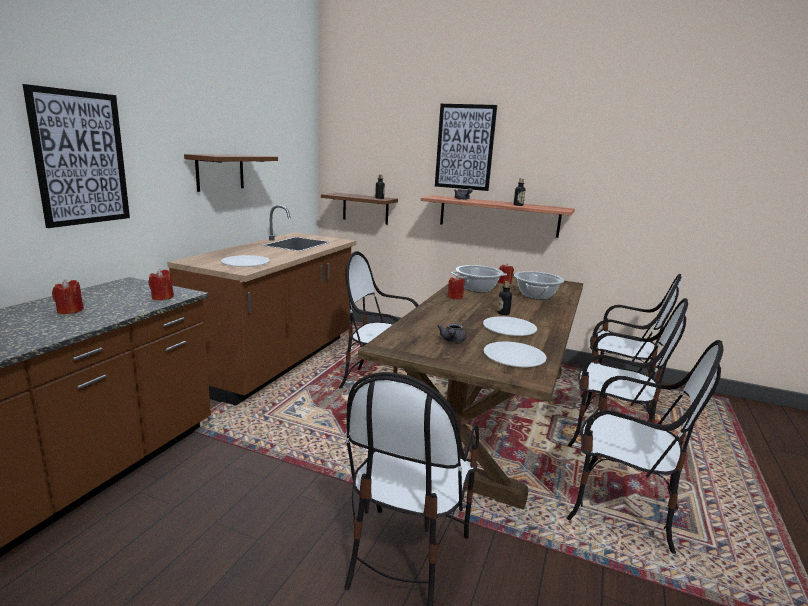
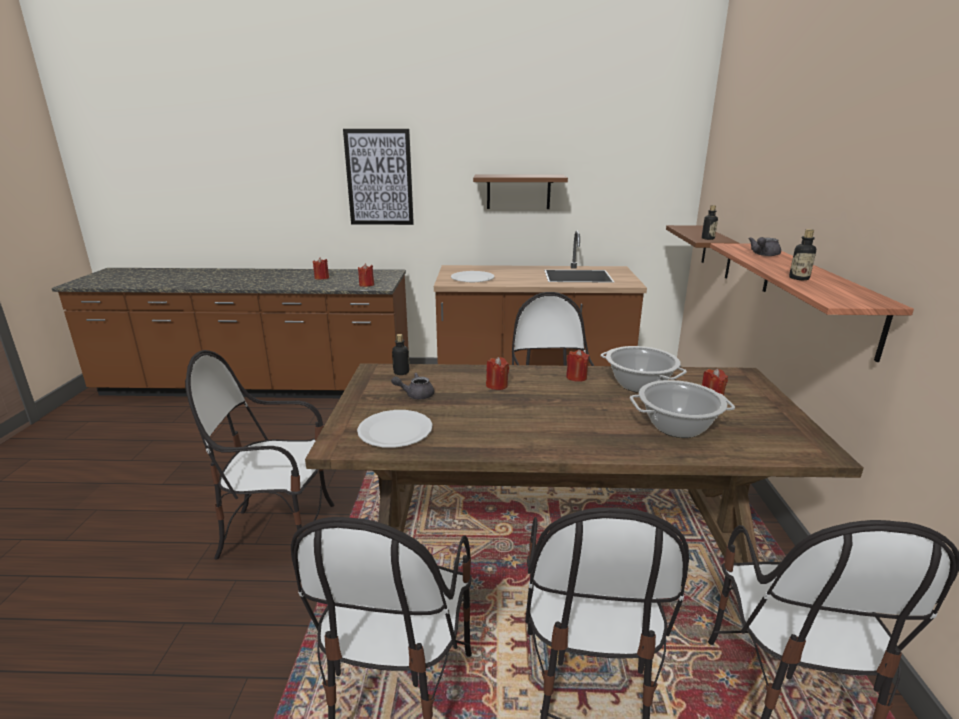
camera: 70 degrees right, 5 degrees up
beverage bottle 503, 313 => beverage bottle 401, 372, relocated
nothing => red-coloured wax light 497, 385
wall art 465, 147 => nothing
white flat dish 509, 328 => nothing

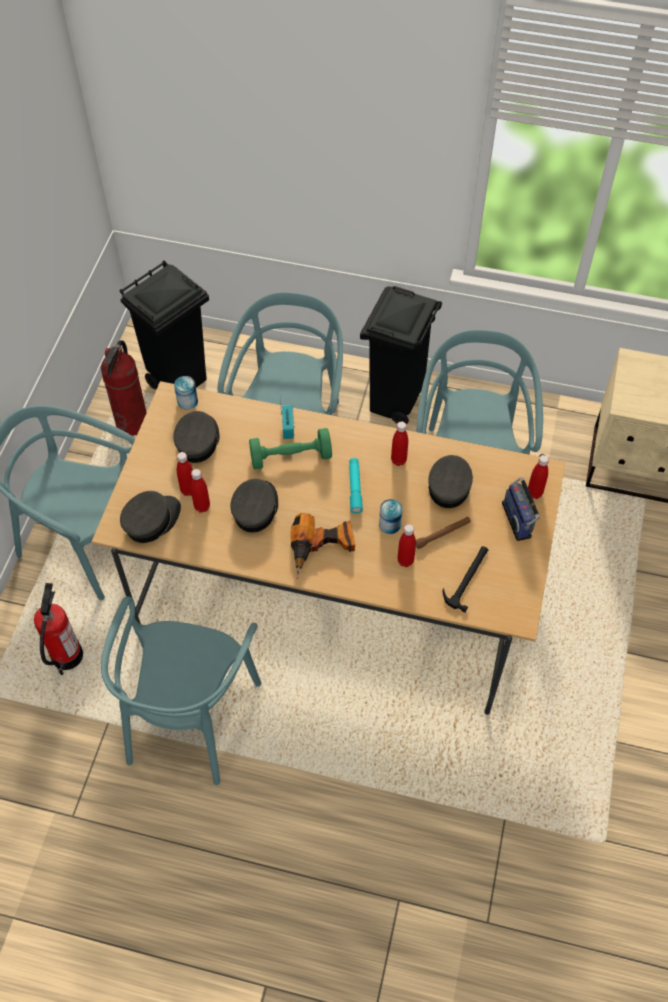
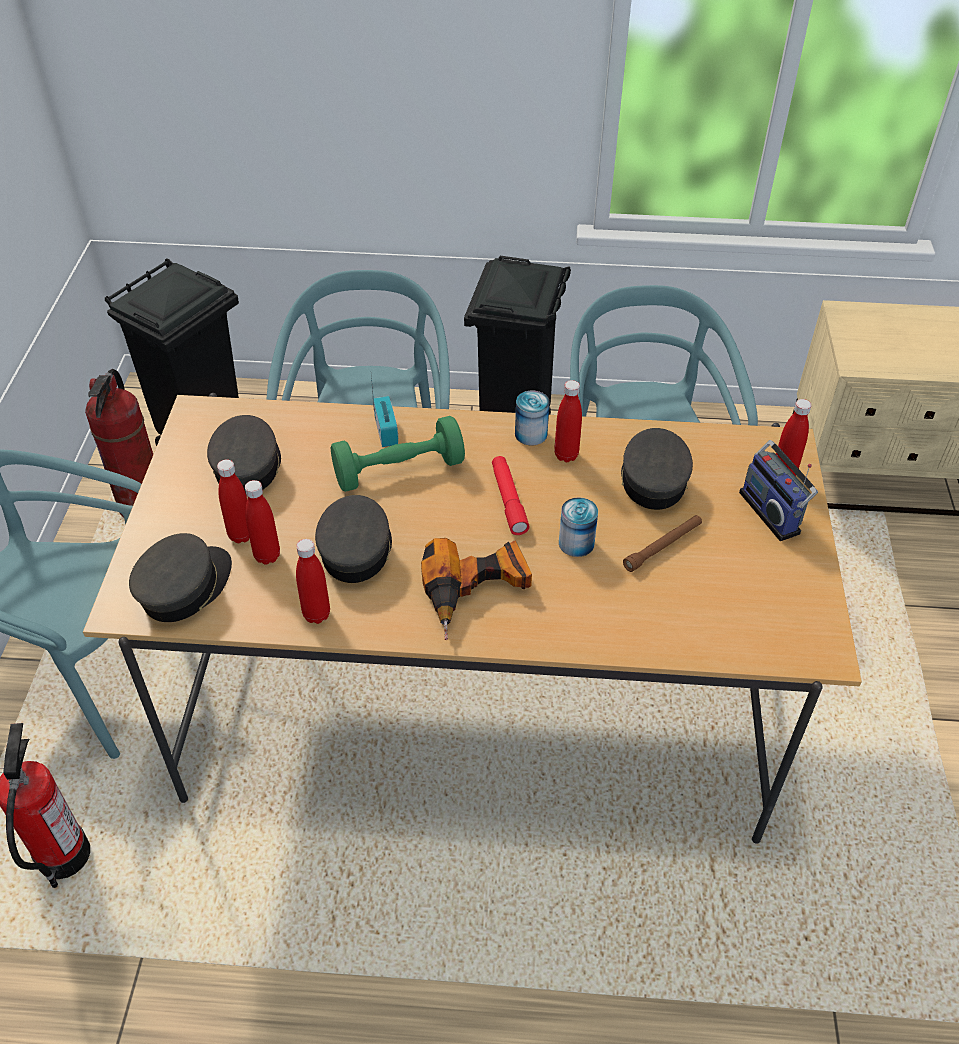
camera: 10 degrees left, 10 degrees down
red-coloured beverage bottle 405, 561 => red-coloured beverage bottle 316, 614, relocated
turquoise-coloured torch 355, 488 => red-coloured torch 508, 500
metal can 187, 401 => metal can 531, 434, relocated
turquoise-coloured chair 190, 718 => nothing
hammer 467, 577 => nothing

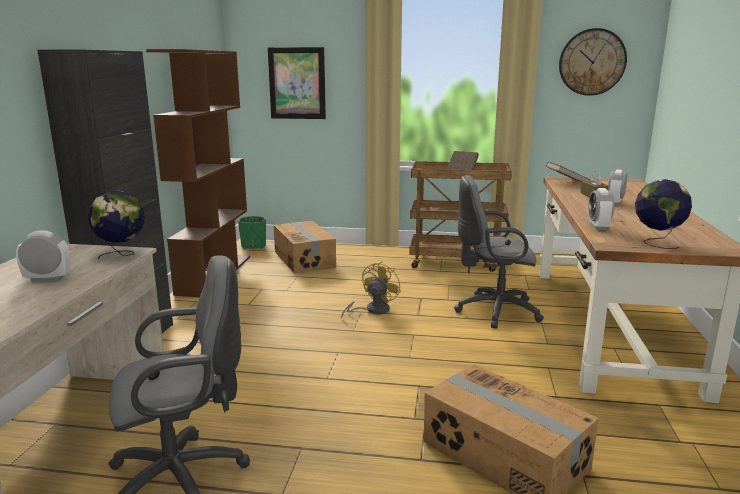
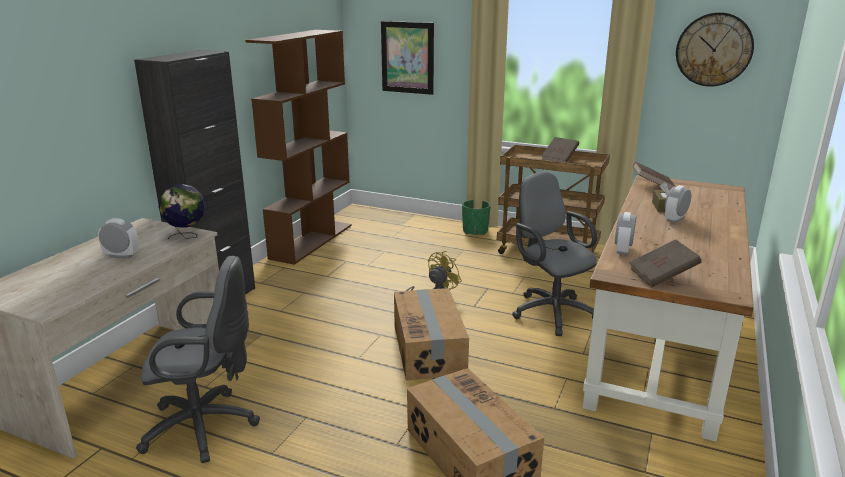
camera: 15 degrees right, 5 degrees up
packing box 305, 259 => packing box 429, 349, relocated
greenish planter 253, 246 => greenish planter 475, 231, relocated
grey computer chair 493, 311 => grey computer chair 550, 311, 45 degrees clockwise
world globe 657, 242 => brown-coloured volume 662, 276

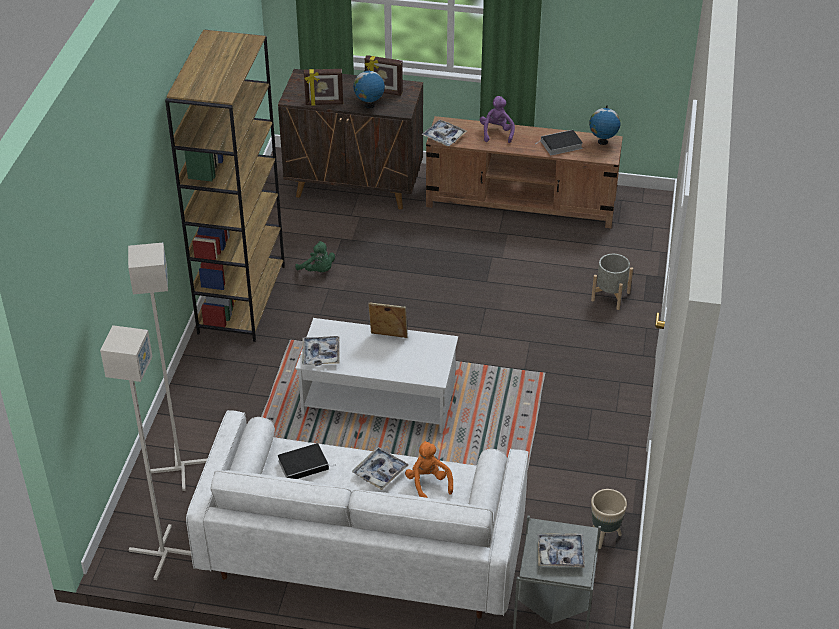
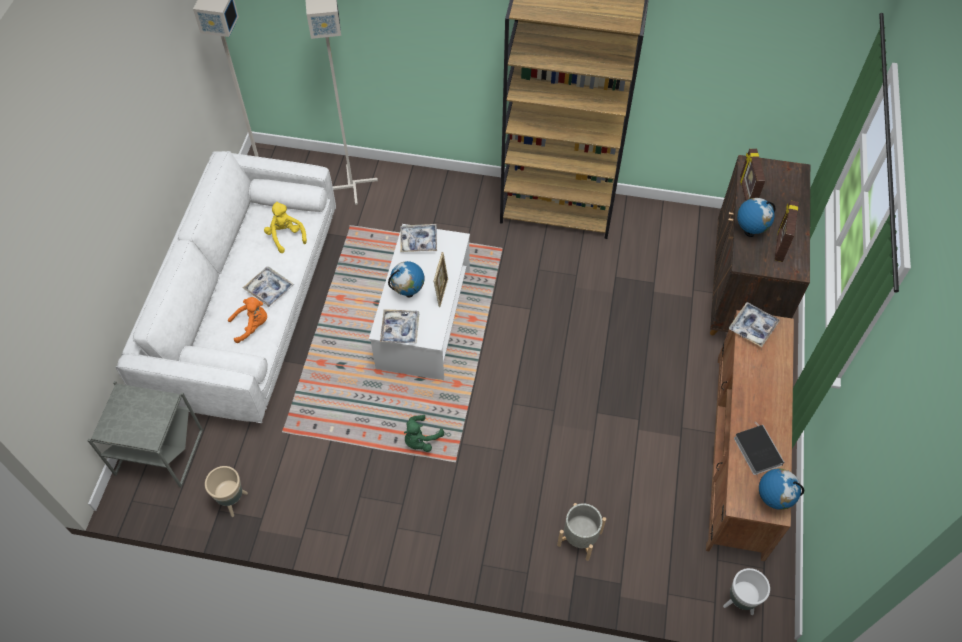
camera: 90 degrees right, 15 degrees up
volume 304, 464 => yellow-coloured cuddly toy 286, 236
carrying tray 560, 554 => carrying tray 400, 329, relocated
nothing => world globe 408, 293
greenish cuddly toy 318, 270 => greenish cuddly toy 420, 440, relocated
nothing => white planter 739, 603
purple-coloured cuddly toy 496, 133 => nothing

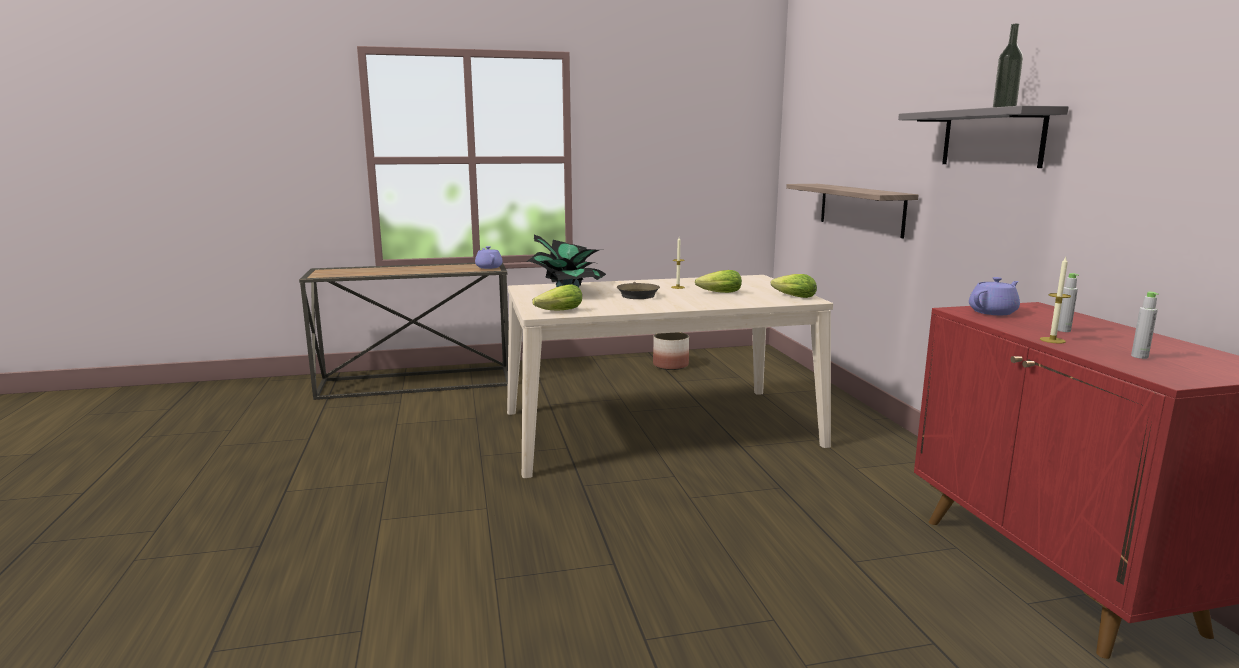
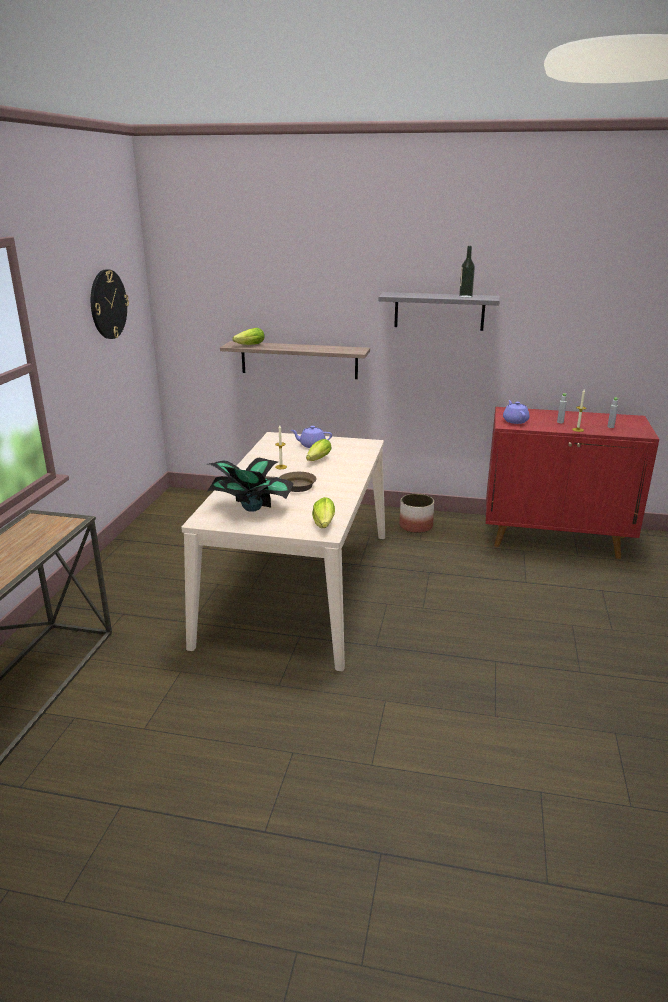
camera: 65 degrees left, 10 degrees up
nothing => wall clock 108, 304
lettuce 792, 296 => lettuce 248, 345, relocated
purple-coloured teapot 488, 267 => purple-coloured teapot 311, 445, relocated
planter 671, 365 => planter 415, 526, relocated

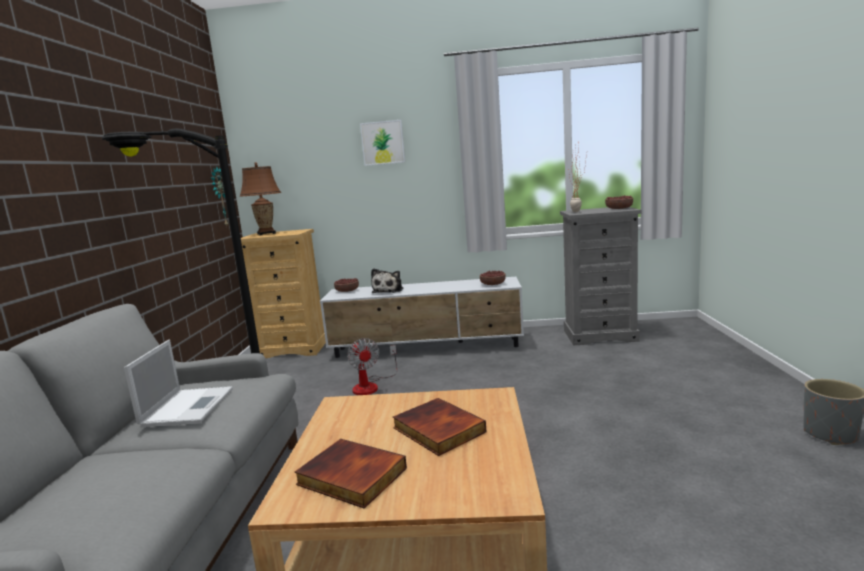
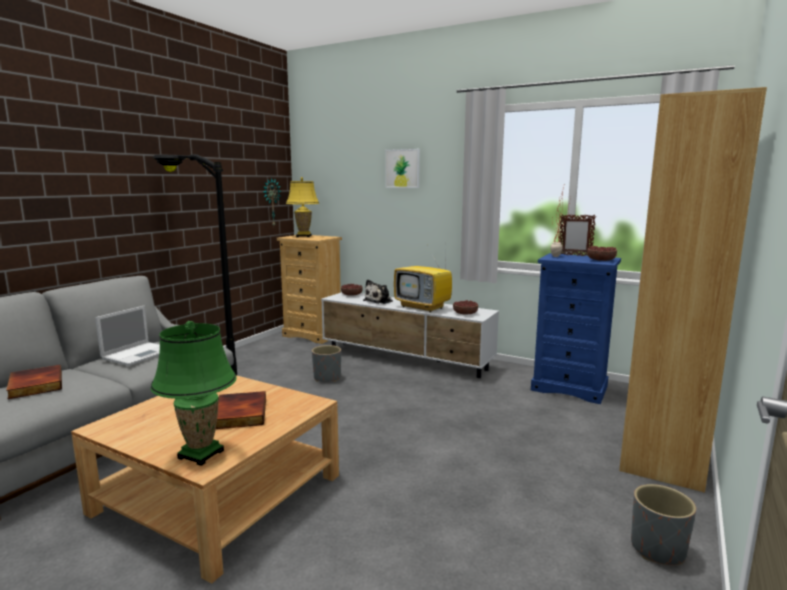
camera: 25 degrees right, 0 degrees up
volume 350, 477 => volume 34, 385, relocated
nothing => greenish lamp for a table 201, 454
brown-coloured lamp for a table 266, 234 => yellow-coloured lamp for a table 303, 236
fan 371, 386 => grey planter 327, 378
nothing => TV set 423, 307
grey drawer chest 600, 335 => bluish drawer chest 569, 388
nothing => picture frame 574, 255
nothing => brown-coloured bookshelf 663, 444

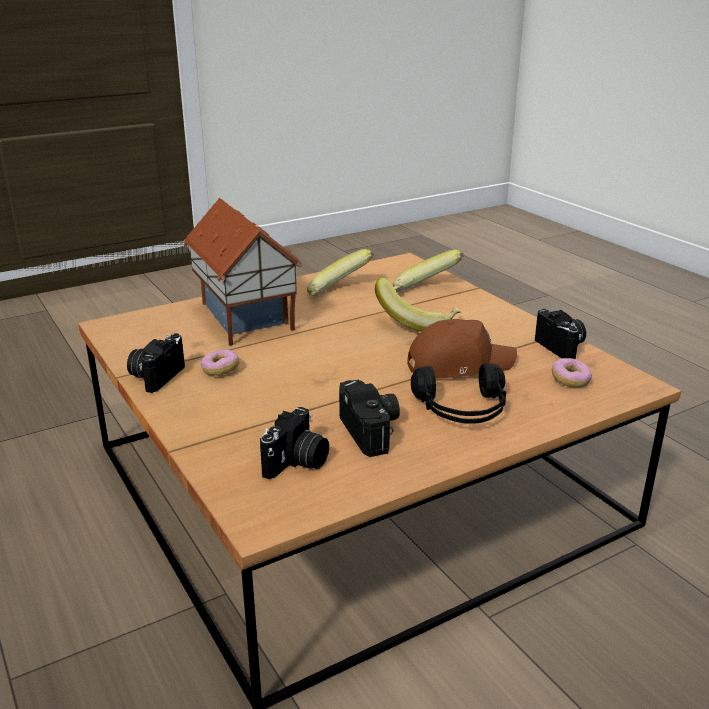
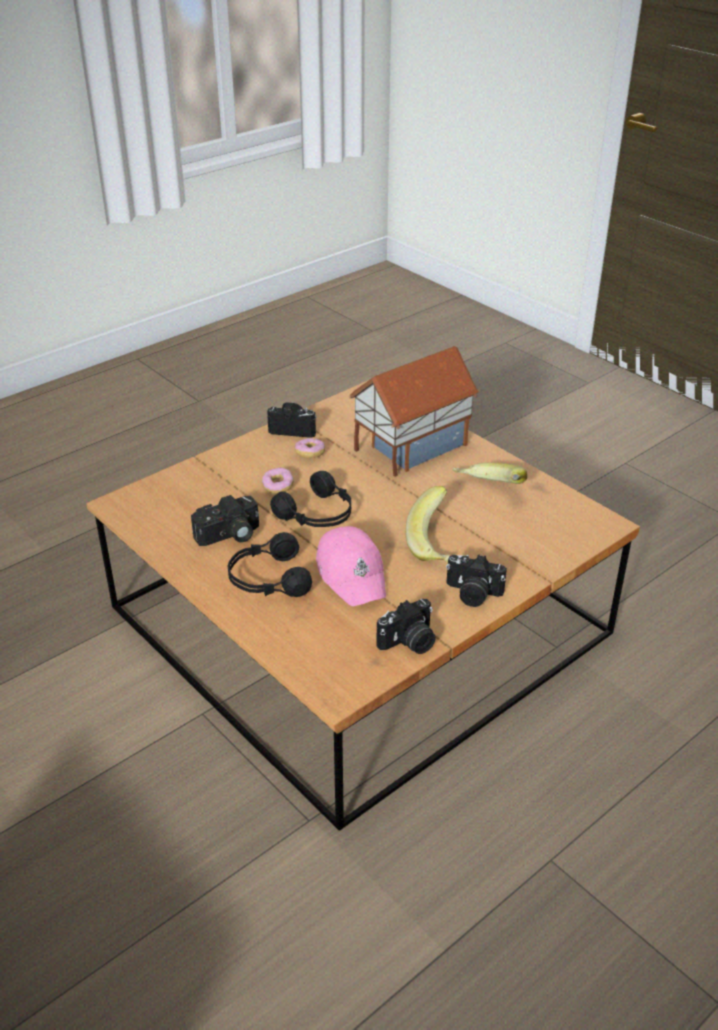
camera: 80 degrees right, 10 degrees up
ring doughnut 570, 380 => ring doughnut 278, 486, relocated
nothing => blackish pair of headphones 318, 515
brown-coloured cap 458, 364 => pink-coloured cap 352, 574
photo camera 297, 463 => photo camera 472, 594, relocated
banana fruit 424, 291 => nothing

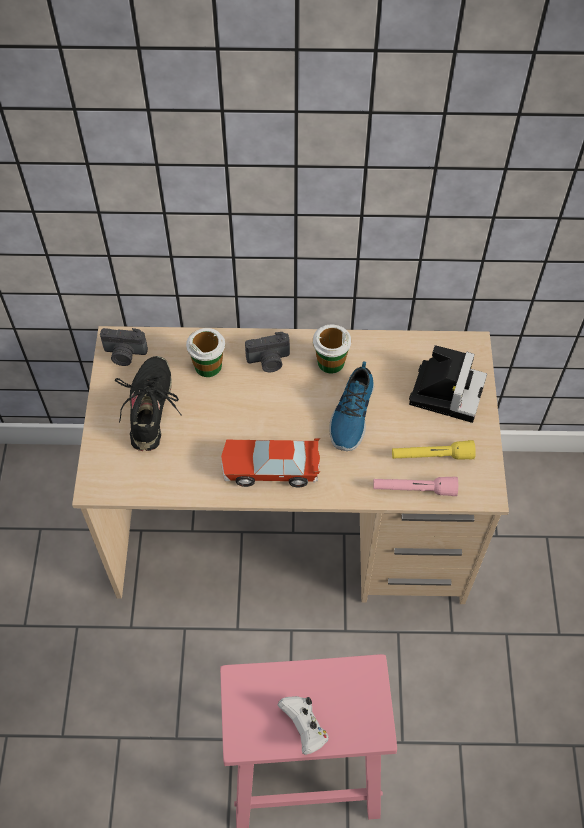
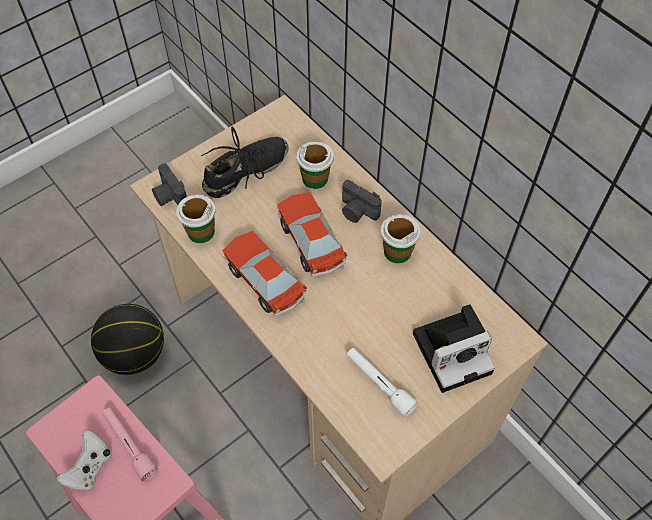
camera: 50 degrees right, 0 degrees up
nothing => basketball 134, 353
pink-coloured torch 414, 489 => pink-coloured torch 130, 445, relocated
photo camera 124, 355 => photo camera 169, 197, relocated
nothing => drinking cup 201, 231
nothing => miniature car 311, 241
yellow-coloured torch 431, 456 => white torch 379, 384
low shoe 350, 414 => nothing

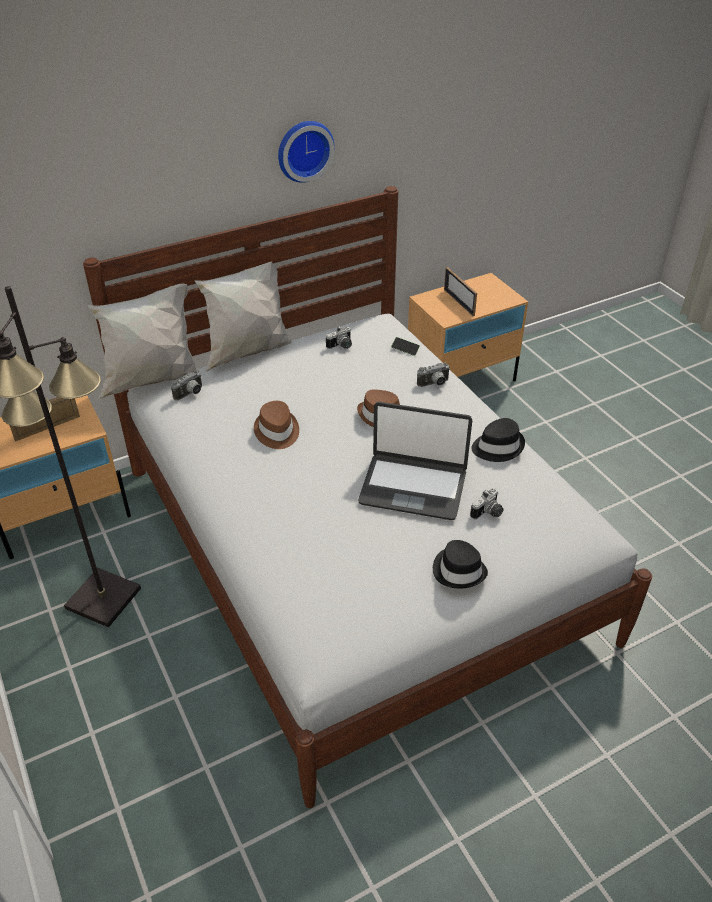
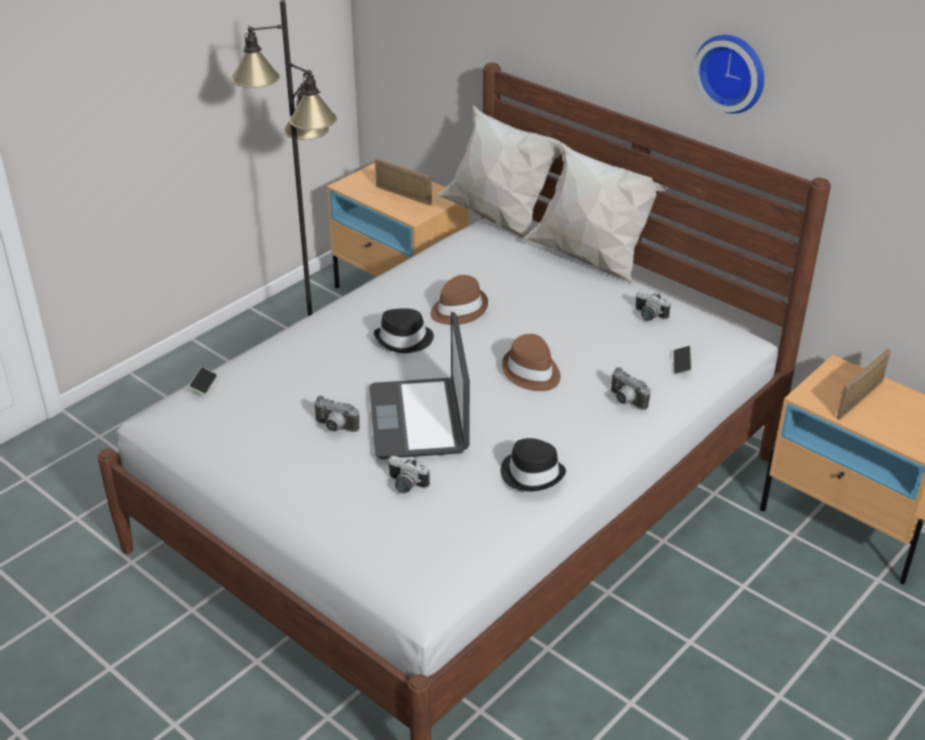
camera: 70 degrees right, 5 degrees down
nothing => telephone 203, 385
photo camera 190, 394 => photo camera 335, 428, relocated
blackish hat 459, 570 => blackish hat 404, 340, relocated

